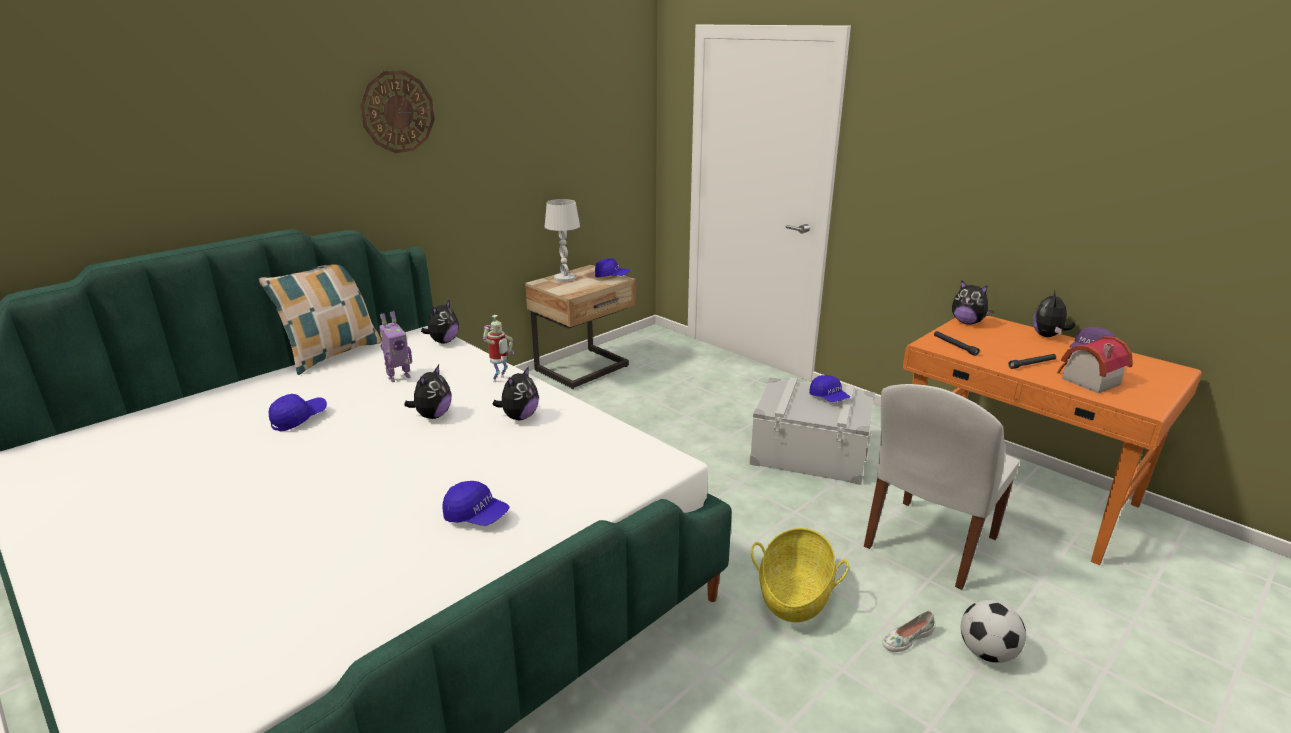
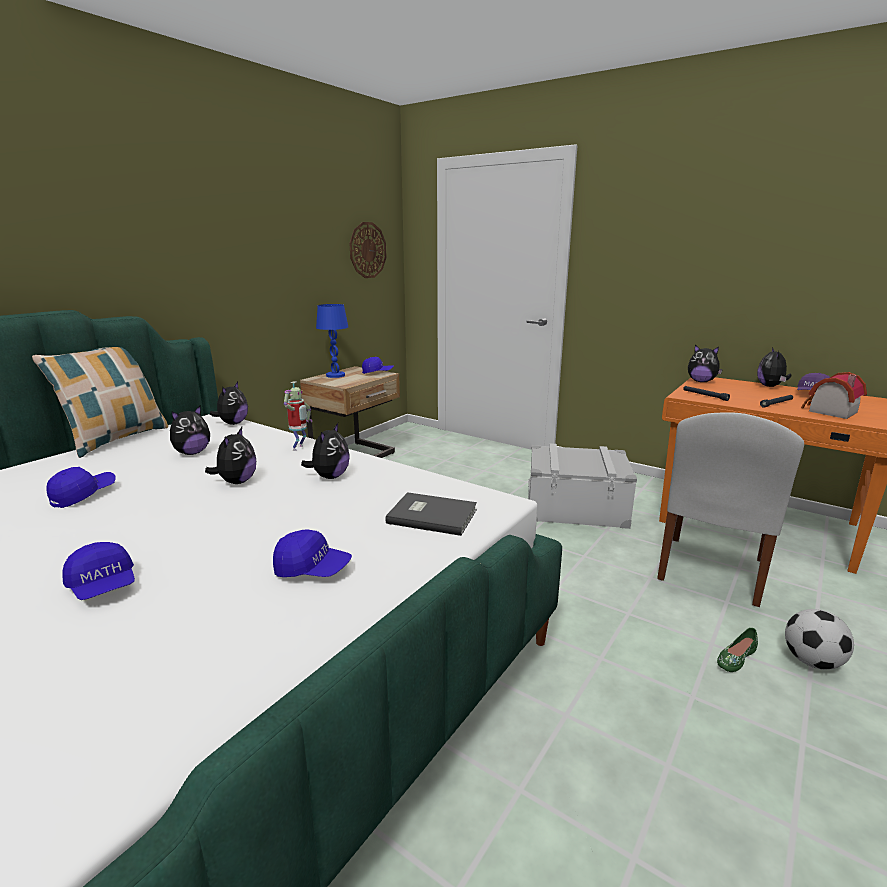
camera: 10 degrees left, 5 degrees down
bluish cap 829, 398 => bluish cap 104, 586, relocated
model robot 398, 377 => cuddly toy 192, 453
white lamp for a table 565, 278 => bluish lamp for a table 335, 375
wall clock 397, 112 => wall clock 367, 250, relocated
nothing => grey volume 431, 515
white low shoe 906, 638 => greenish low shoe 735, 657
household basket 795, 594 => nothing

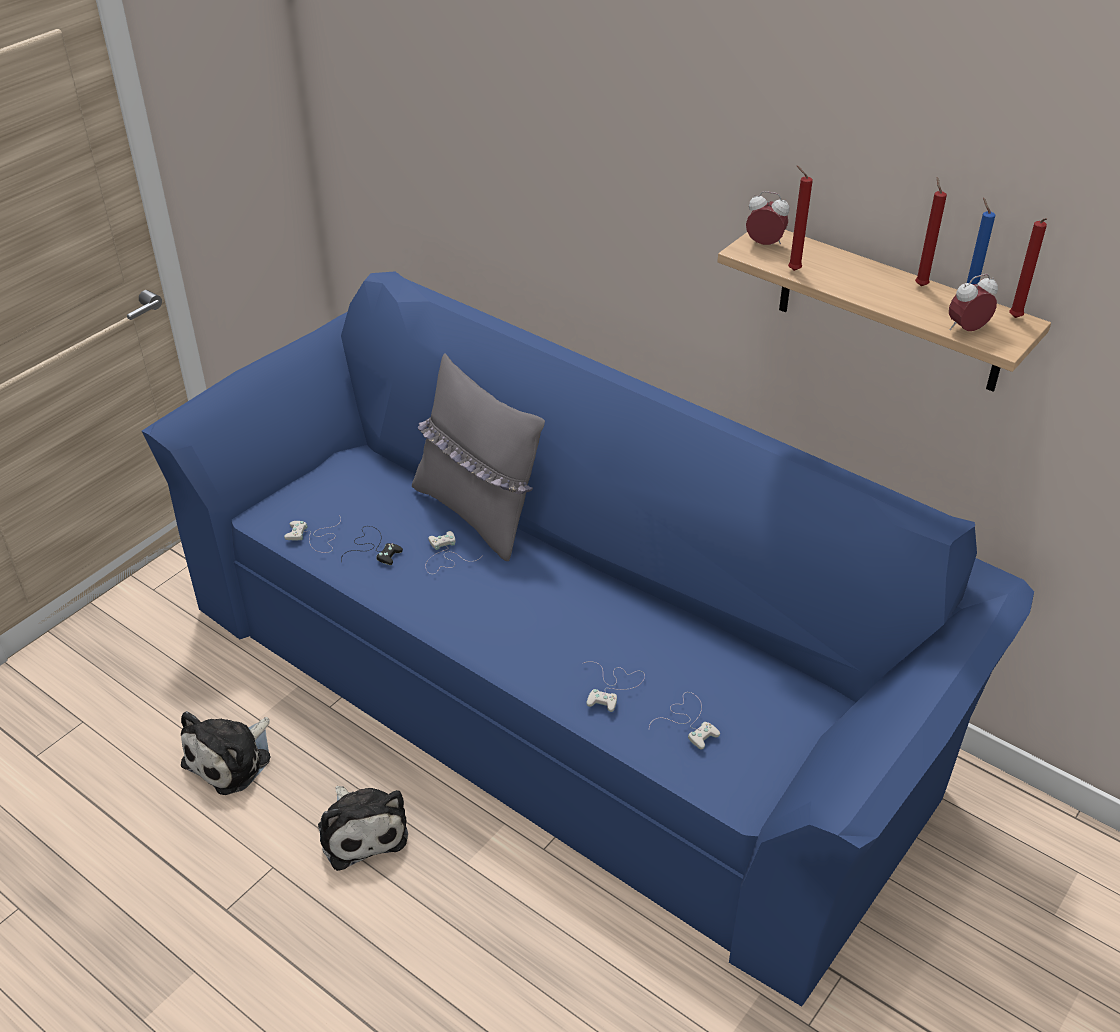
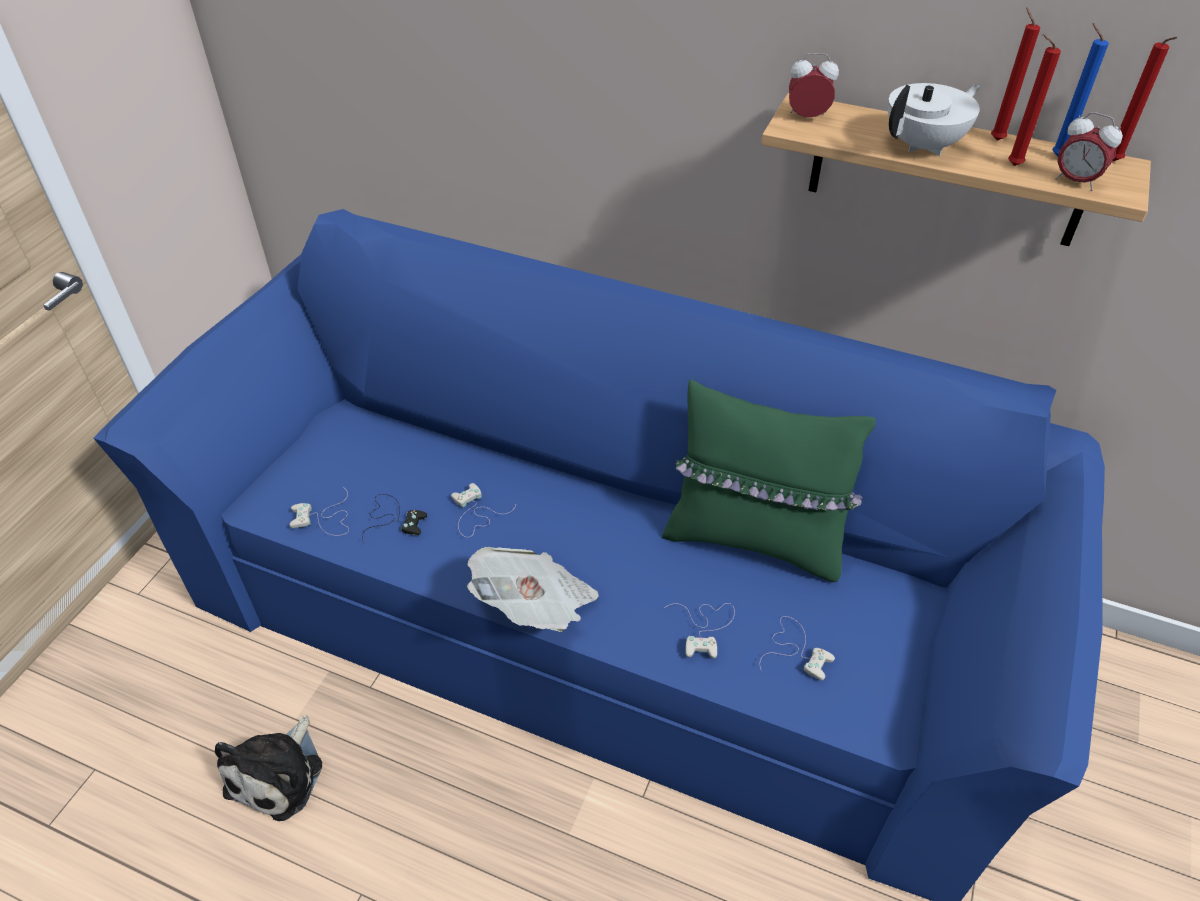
camera: 15 degrees left, 5 degrees up
nothing => daily paper 535, 606
nothing => greenish throw pillow 755, 539
nothing => white teapot 924, 146
red-coloured wax light 792, 270 => red-coloured wax light 1011, 165, relocated
table clock 967, 330 => table clock 1075, 181, 105 degrees counterclockwise
cuddly toy 361, 830 => nothing
grey throw pillow 478, 513 => nothing

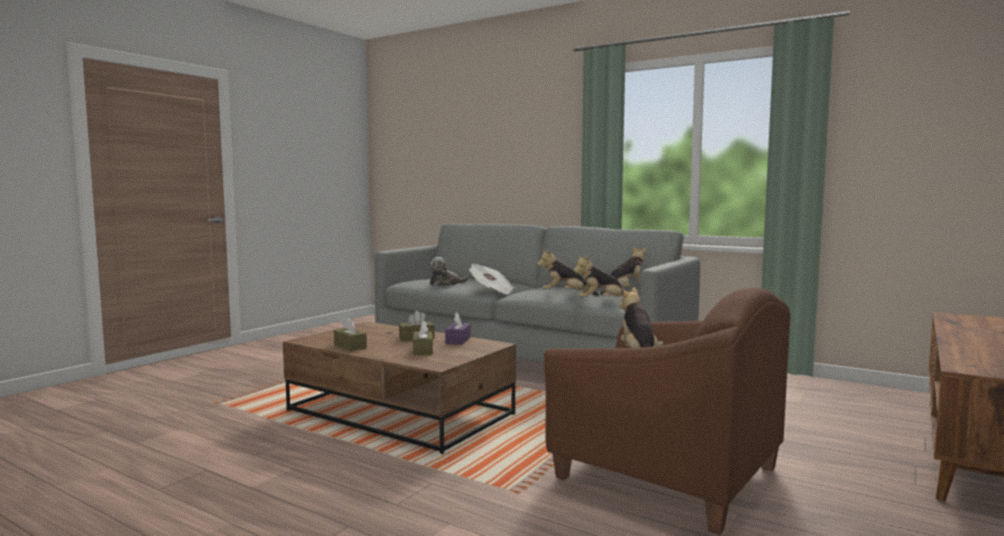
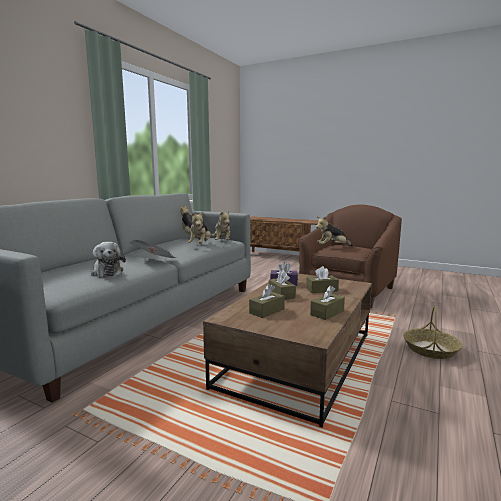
camera: 95 degrees left, 5 degrees up
nothing => brown-coloured tissue box 267, 311
nothing => household basket 430, 349

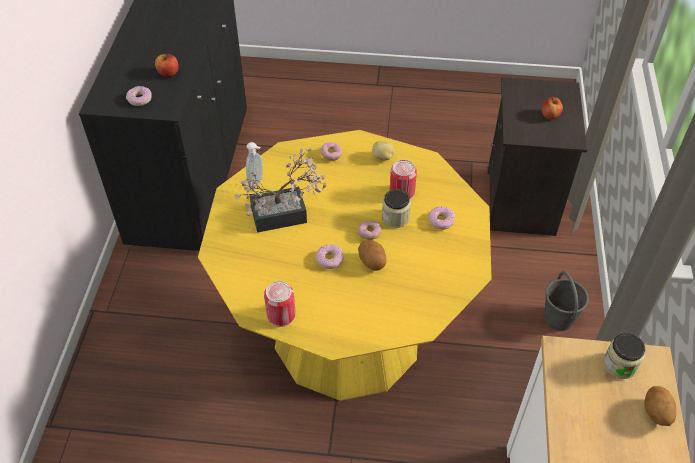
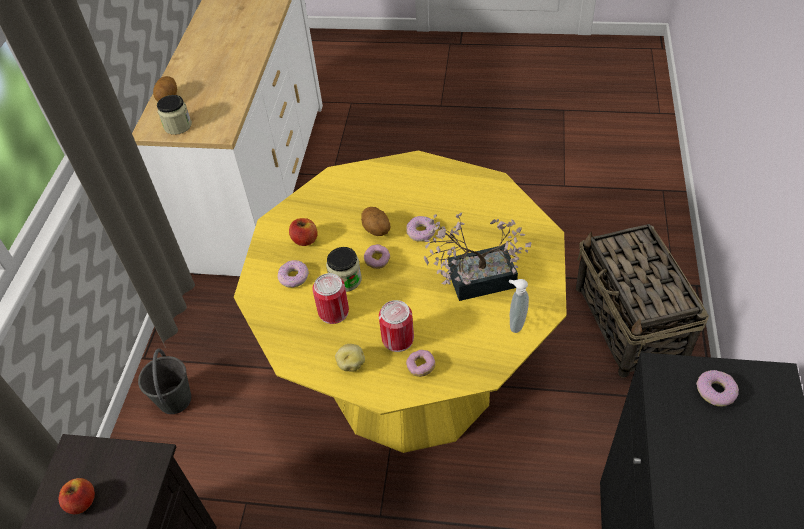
camera: 175 degrees left, 0 degrees up
apple fruit 168, 73 => apple fruit 305, 240, relocated
metal can 281, 315 => metal can 398, 339, relocated
nothing => household basket 630, 323

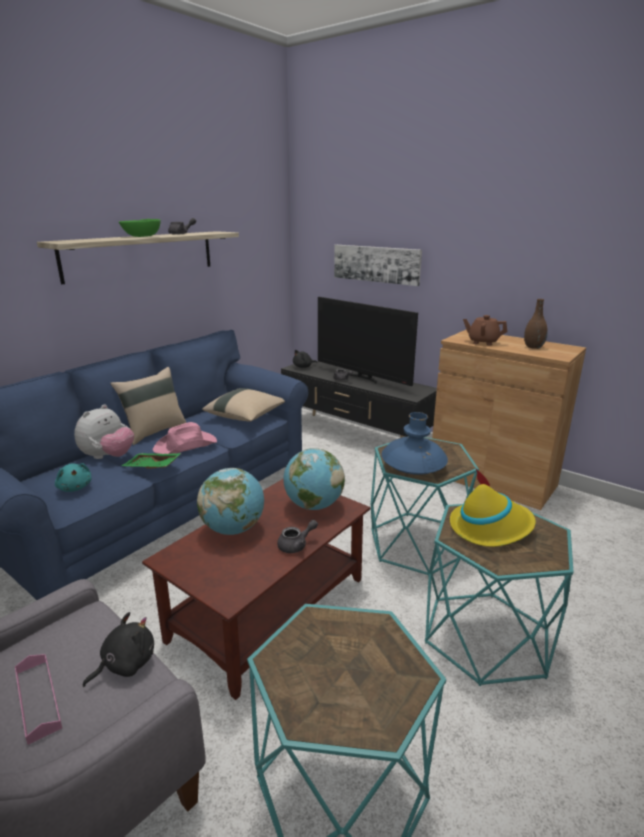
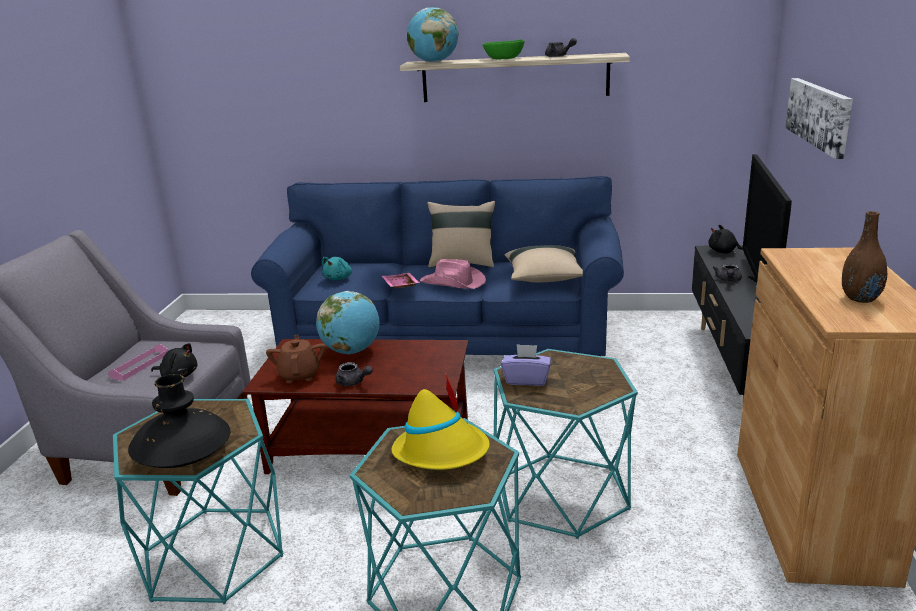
camera: 60 degrees right, 0 degrees up
nothing => blackish flower vase 184, 455
brown-coloured teapot 482, 342 => brown-coloured teapot 300, 375, relocated
greenish carrying tray 152, 467 => pink-coloured carrying tray 399, 286
world globe 313, 505 => world globe 434, 62, relocated
bluish flower vase 413, 467 => purple-coloured tissue box 526, 380
cuddly toy 108, 457 => nothing

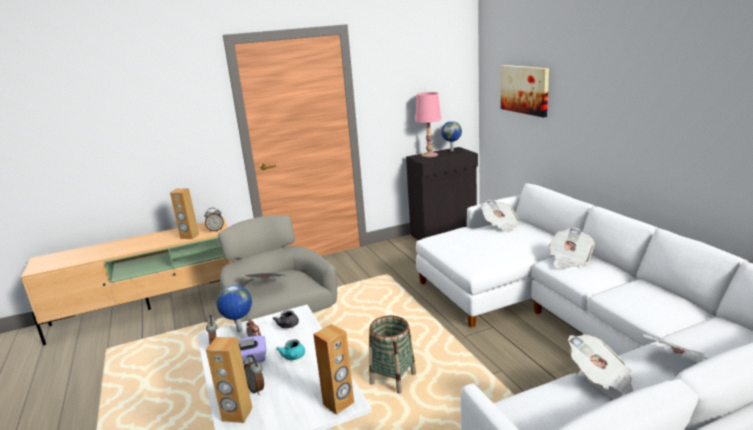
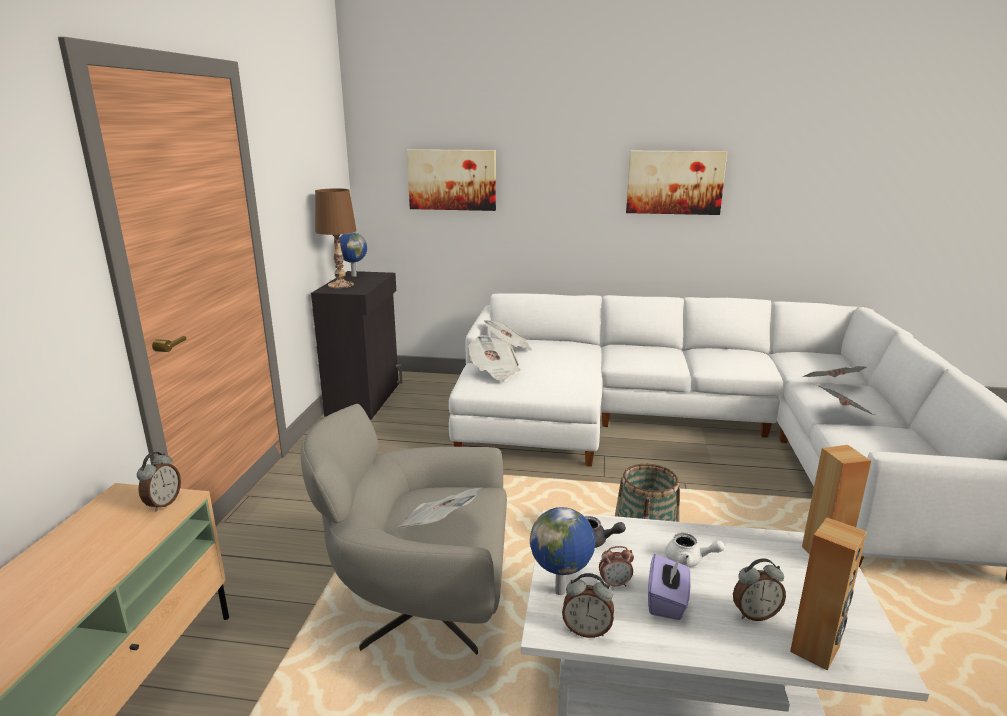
camera: 60 degrees left, 0 degrees up
pink-coloured lamp for a table 429, 155 => brown-coloured lamp for a table 341, 285
daily paper 569, 259 => daily paper 494, 371, relocated
nothing => wall art 674, 182
turquoise-coloured teapot 293, 357 => white teapot 689, 560
brown-coloured speaker 189, 236 => nothing

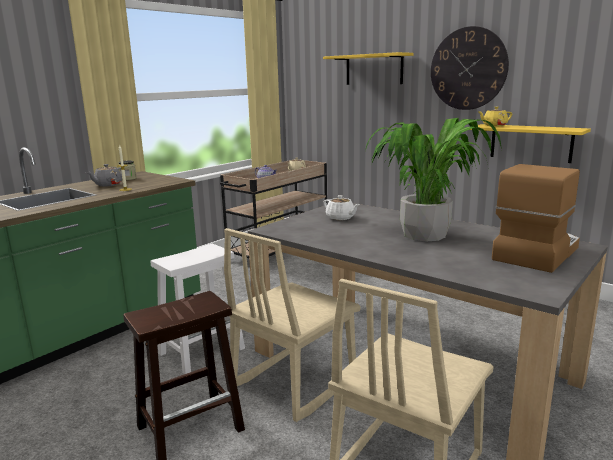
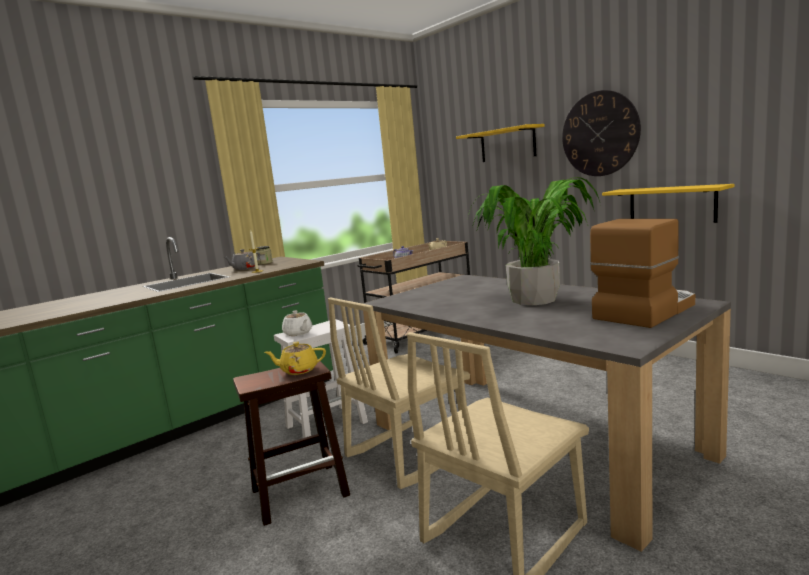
camera: 10 degrees right, 5 degrees down
yellow-coloured teapot 494, 126 => yellow-coloured teapot 298, 370, relocated
white teapot 340, 218 => white teapot 298, 333, relocated

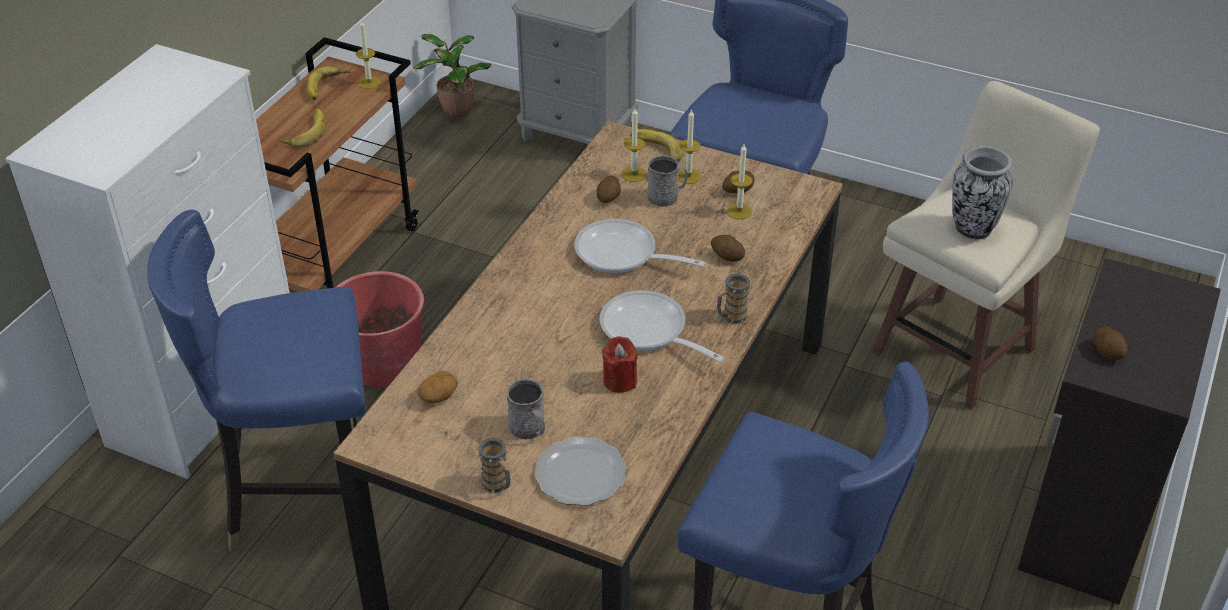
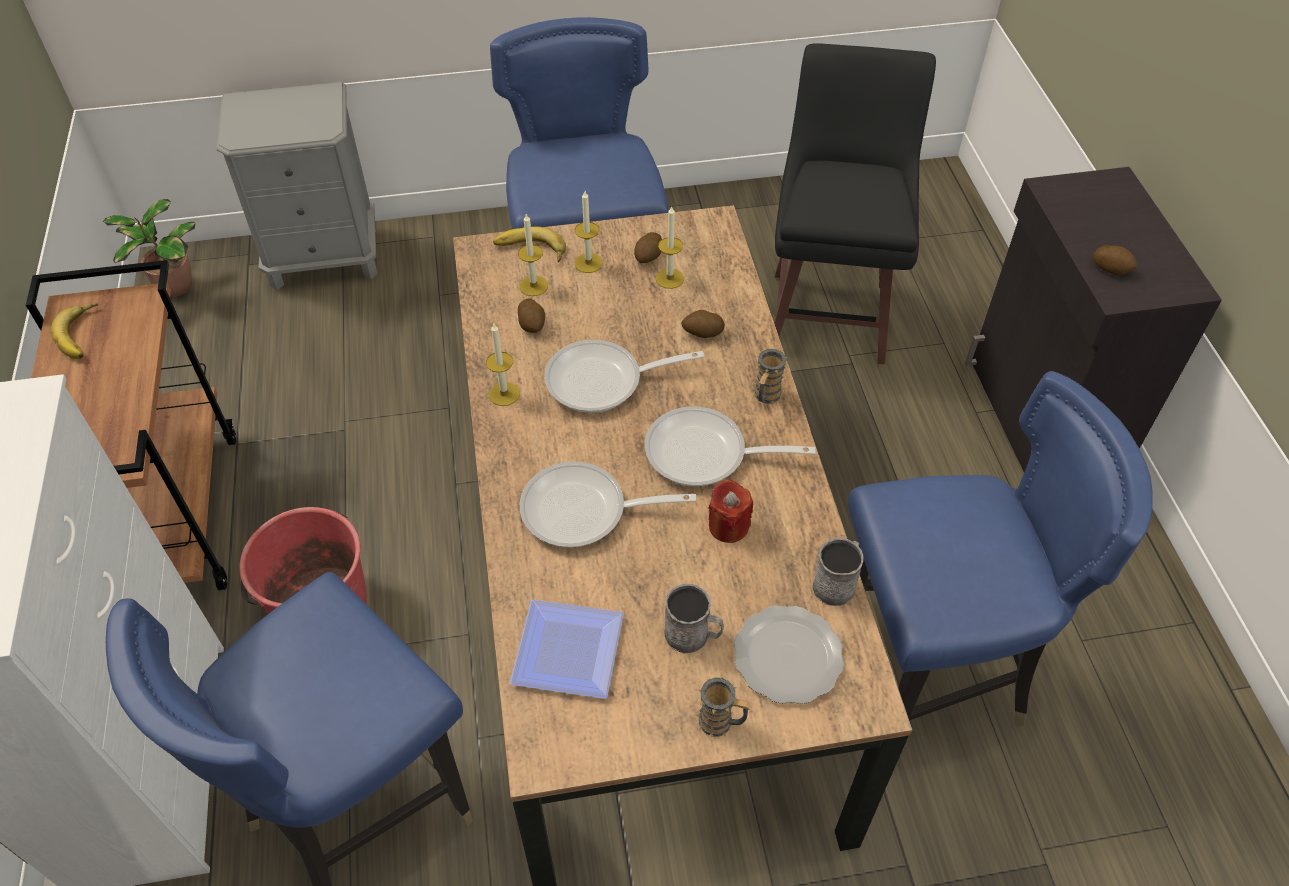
camera: 35 degrees left, 10 degrees up
wax light 369, 82 => wax light 504, 394, relocated
spud 438, 396 => flat dish 564, 653
nothing => pan 584, 511
beige-coloured sitting stool 957, 349 => blackish sitting stool 829, 313
grey coffee mug 667, 196 => grey coffee mug 837, 582, relocated
banana fruit 305, 132 => nothing
flower vase 972, 230 => nothing

